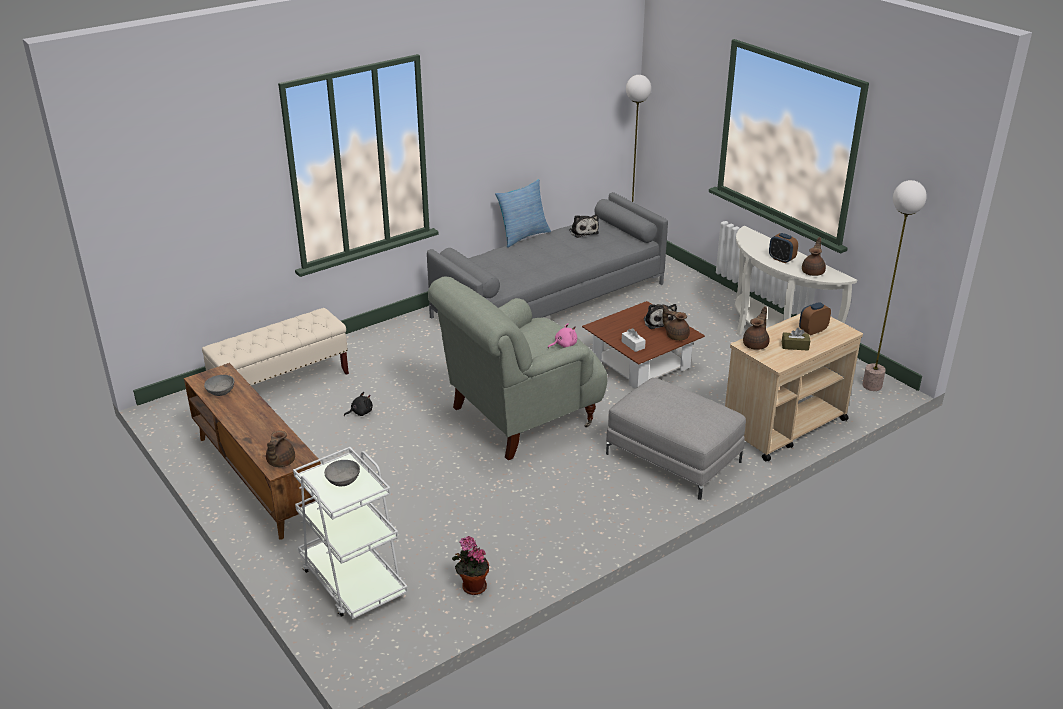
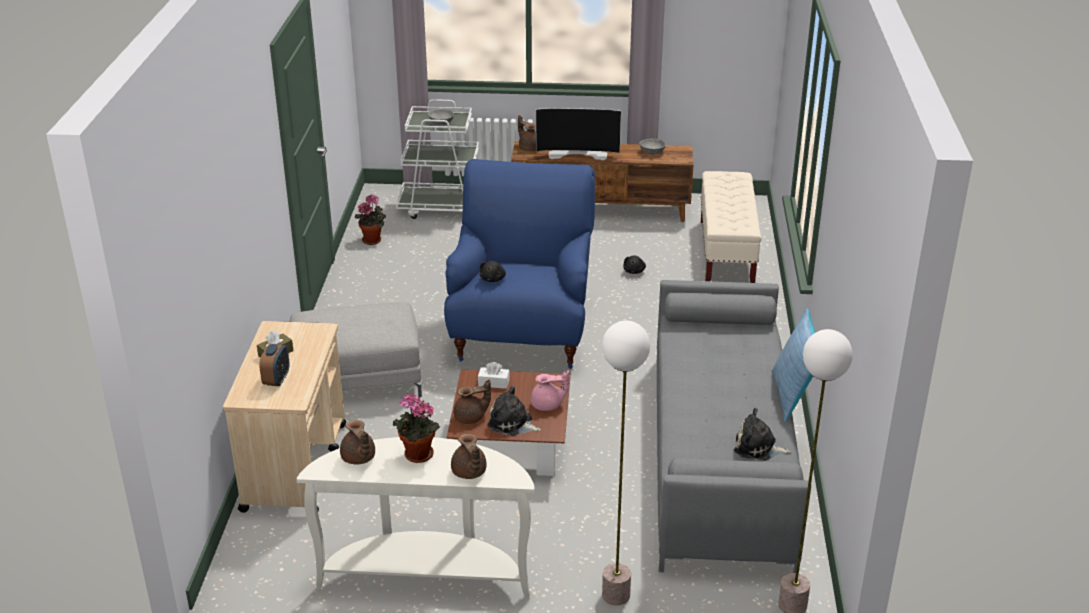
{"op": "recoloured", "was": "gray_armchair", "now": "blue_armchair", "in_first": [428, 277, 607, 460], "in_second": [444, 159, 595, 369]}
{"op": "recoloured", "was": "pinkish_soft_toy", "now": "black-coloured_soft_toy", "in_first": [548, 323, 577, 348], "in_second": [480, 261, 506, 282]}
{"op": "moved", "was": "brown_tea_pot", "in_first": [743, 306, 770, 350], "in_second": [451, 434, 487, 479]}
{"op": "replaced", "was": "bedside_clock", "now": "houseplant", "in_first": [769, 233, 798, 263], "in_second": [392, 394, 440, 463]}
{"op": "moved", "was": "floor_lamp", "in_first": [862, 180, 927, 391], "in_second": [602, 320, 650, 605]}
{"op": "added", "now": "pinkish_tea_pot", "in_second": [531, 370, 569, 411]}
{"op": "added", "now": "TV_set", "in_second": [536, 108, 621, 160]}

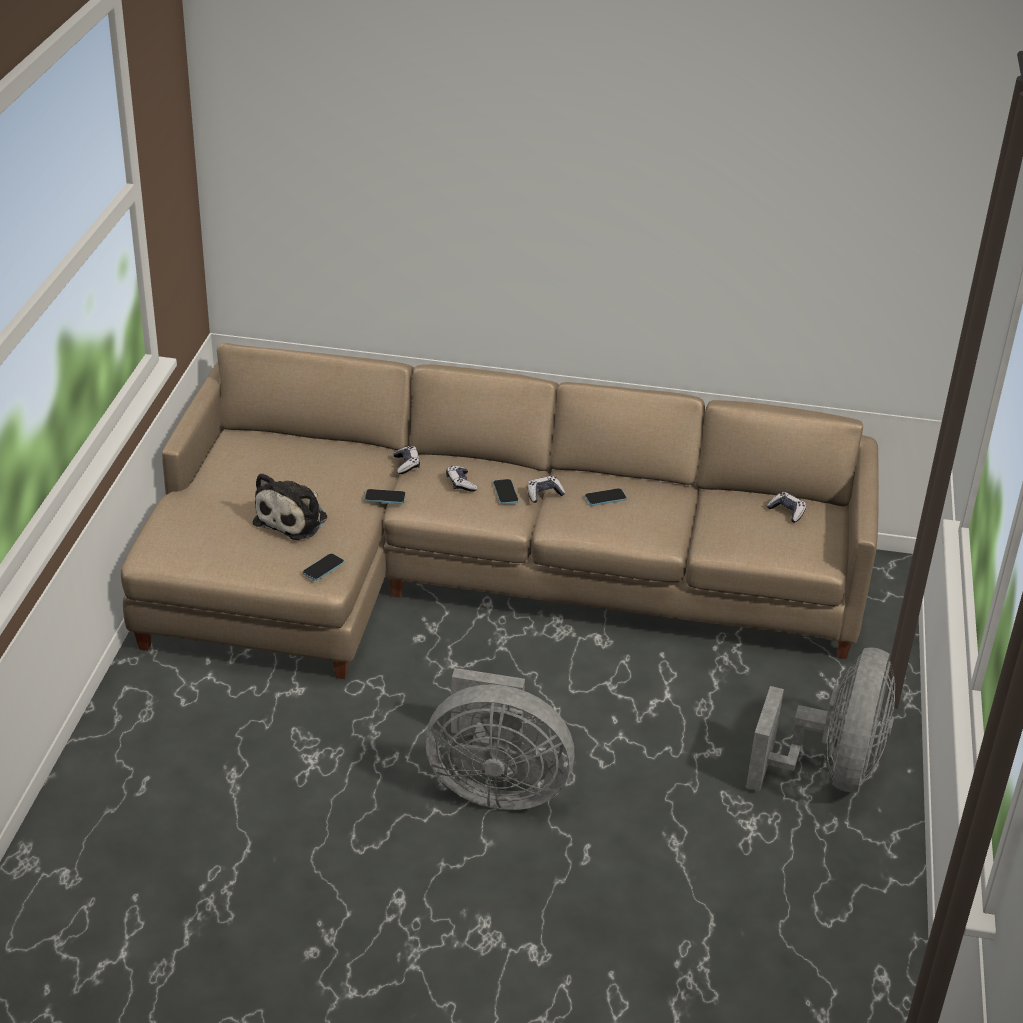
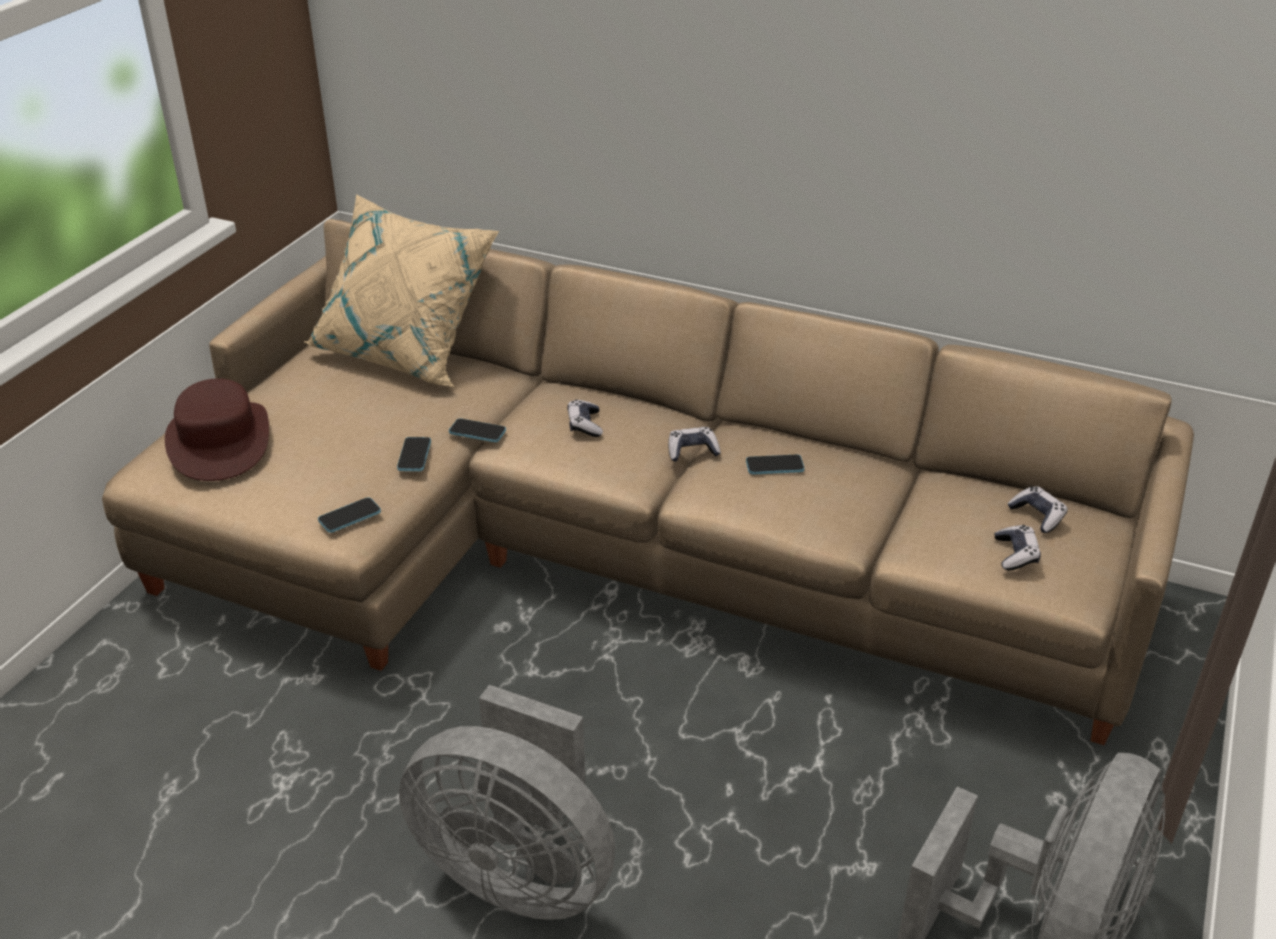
{"op": "removed", "was": "soft_toy", "in_first": [253, 473, 327, 540]}
{"op": "moved", "was": "game_controller", "in_first": [393, 446, 420, 474], "in_second": [995, 525, 1041, 571]}
{"op": "moved", "was": "telephone", "in_first": [493, 479, 519, 504], "in_second": [397, 437, 431, 471]}
{"op": "added", "now": "brown_wearable_hat", "in_second": [165, 378, 269, 481]}
{"op": "added", "now": "sand-coloured_pillow", "in_second": [304, 194, 499, 387]}

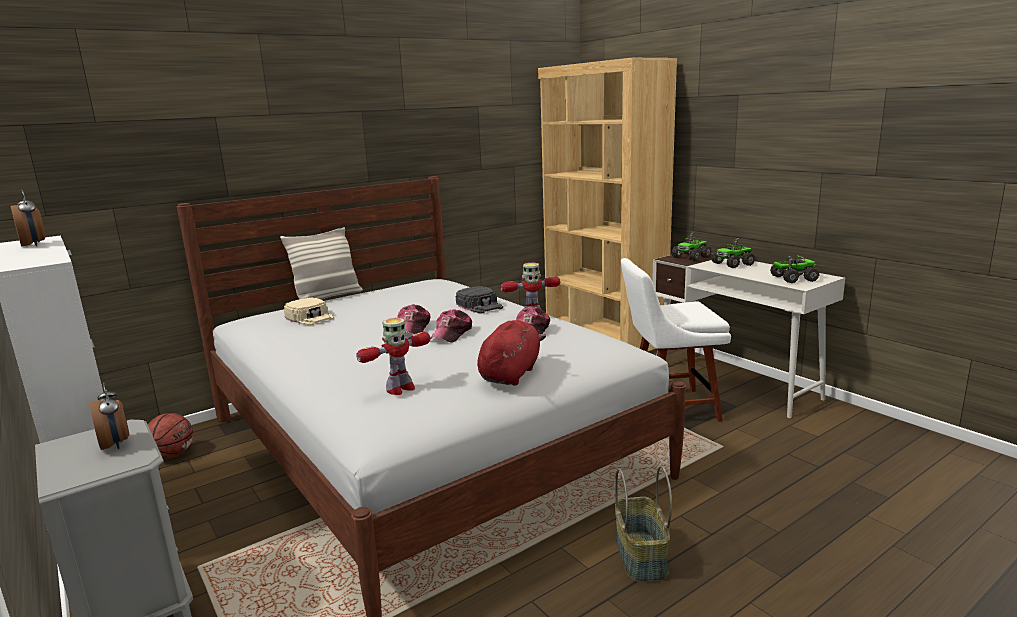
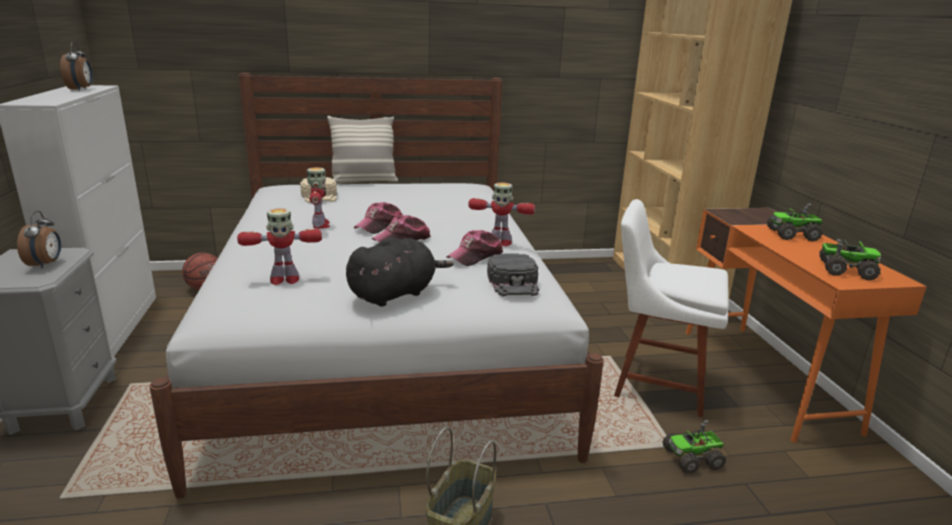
{"op": "moved", "was": "black-coloured_baseball_cap", "in_first": [456, 286, 503, 314], "in_second": [487, 253, 539, 296]}
{"op": "recoloured", "was": "reddish_soft_toy", "now": "black-coloured_soft_toy", "in_first": [477, 320, 546, 386], "in_second": [346, 237, 453, 307]}
{"op": "recoloured", "was": "white-coloured_desk", "now": "orangey_desk", "in_first": [652, 252, 845, 418], "in_second": [686, 208, 927, 443]}
{"op": "moved", "was": "model_truck", "in_first": [672, 232, 711, 261], "in_second": [662, 420, 726, 474]}
{"op": "added", "now": "toy_robot", "in_second": [307, 167, 330, 229]}

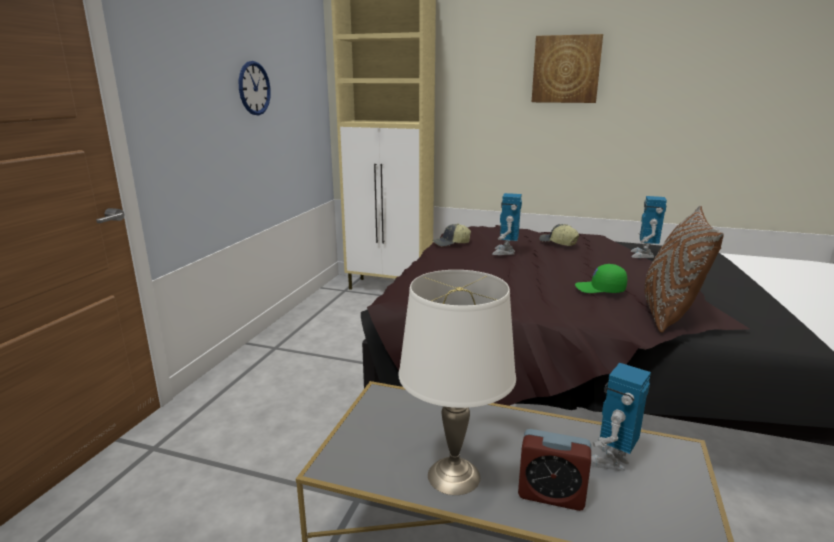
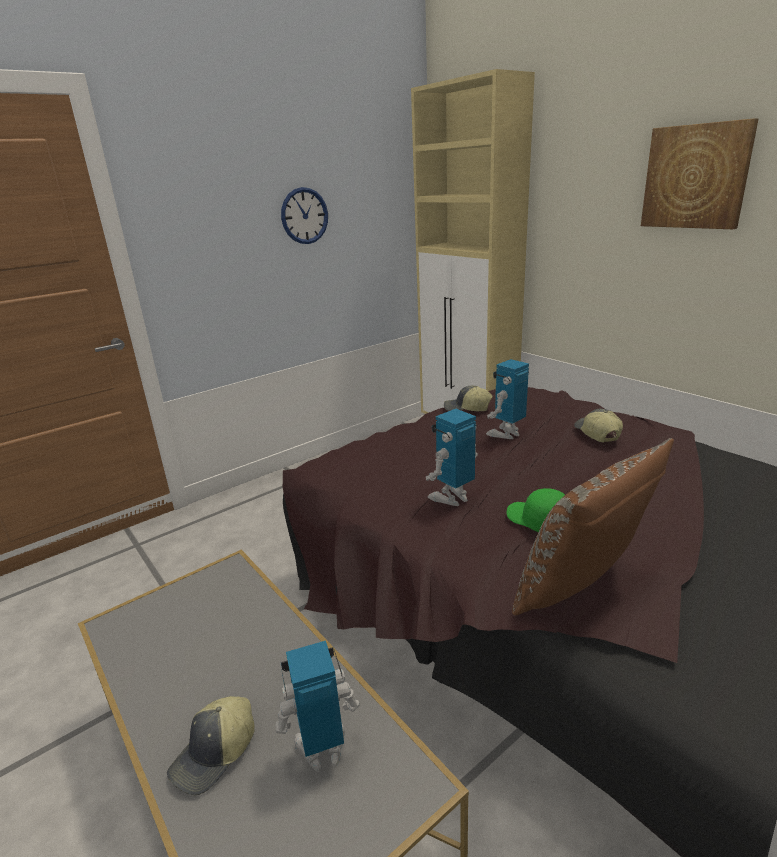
{"op": "removed", "was": "white-coloured_lamp_for_a_table", "in_first": [398, 270, 516, 495]}
{"op": "replaced", "was": "bedside_clock", "now": "baseball_cap", "in_first": [518, 429, 591, 511], "in_second": [167, 696, 255, 795]}
{"op": "moved", "was": "toy_robot", "in_first": [630, 196, 667, 258], "in_second": [426, 409, 478, 506]}

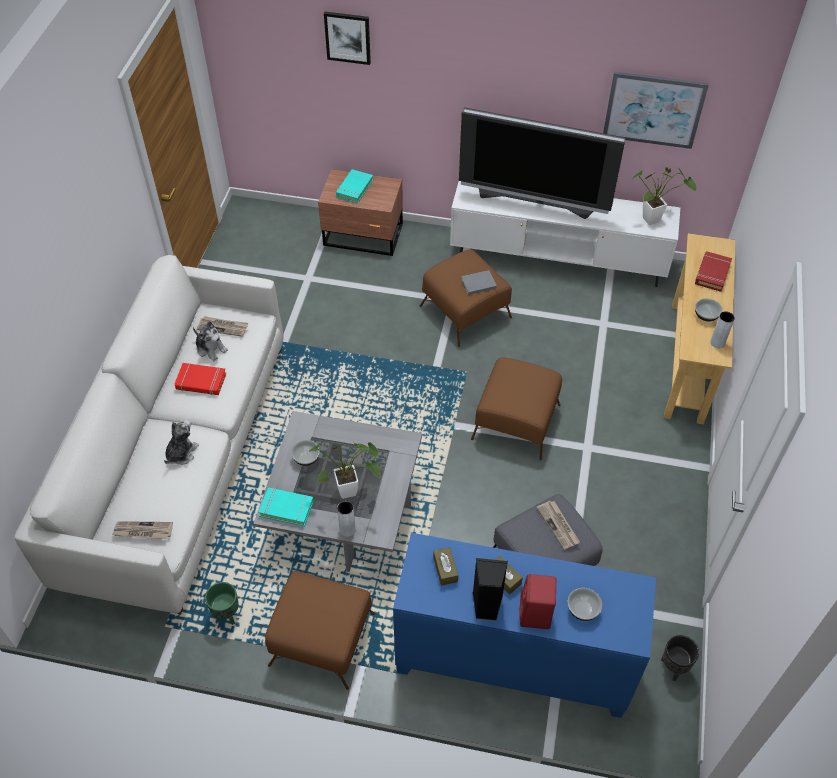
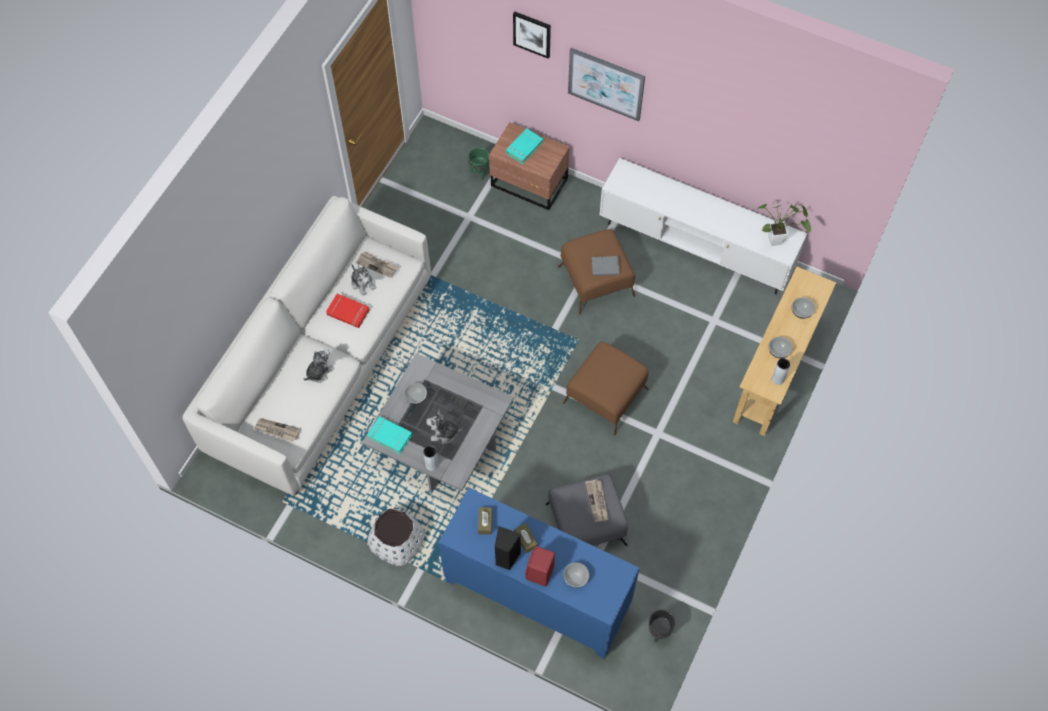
{"op": "moved", "was": "green_flower_pot", "in_first": [205, 582, 239, 625], "in_second": [468, 148, 489, 180]}
{"op": "replaced", "was": "brown_footrest", "now": "white-coloured_flower_pot", "in_first": [265, 571, 375, 690], "in_second": [367, 509, 425, 566]}
{"op": "replaced", "was": "houseplant", "now": "soft_toy", "in_first": [308, 442, 381, 499], "in_second": [426, 409, 463, 444]}
{"op": "removed", "was": "TV_set", "in_first": [459, 107, 626, 219]}
{"op": "moved", "was": "wall_art", "in_first": [603, 72, 709, 149], "in_second": [568, 48, 645, 122]}
{"op": "replaced", "was": "reddish_bound_book", "now": "deep_dish", "in_first": [695, 251, 732, 292], "in_second": [792, 297, 815, 319]}

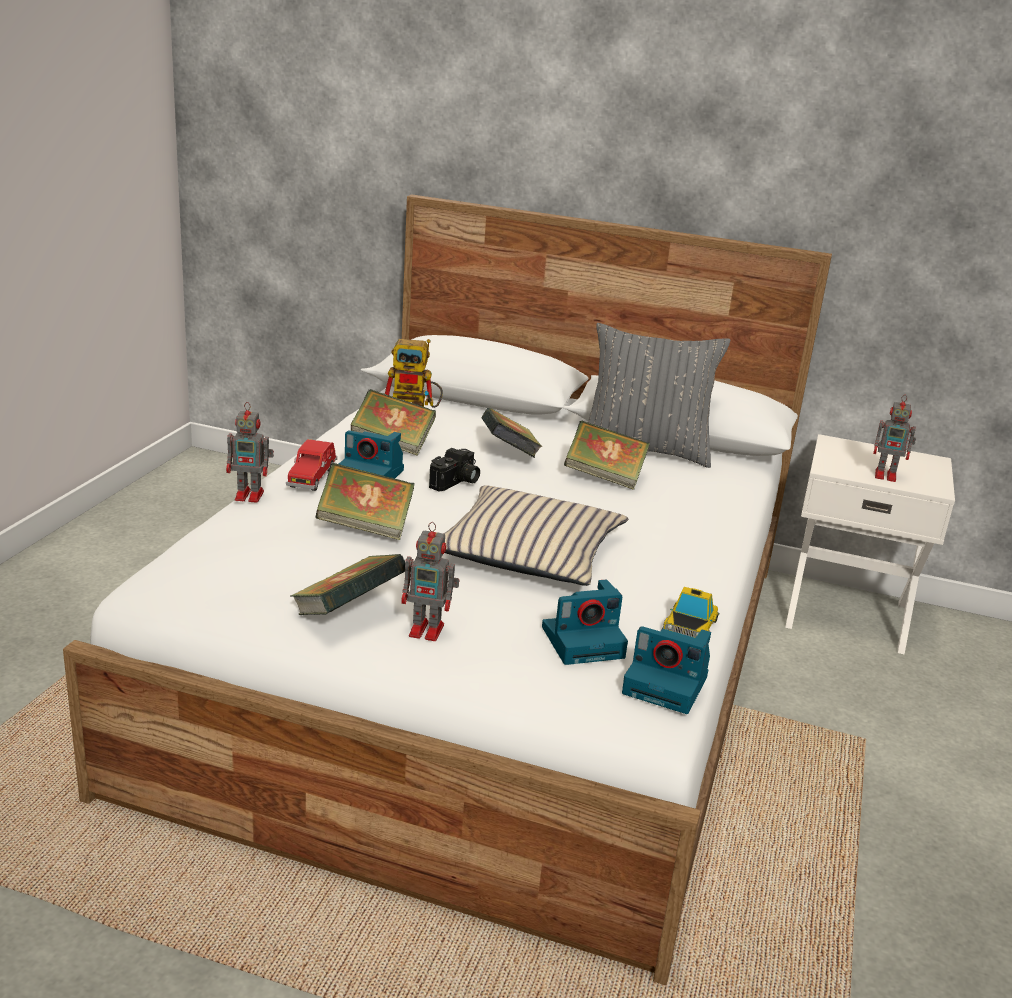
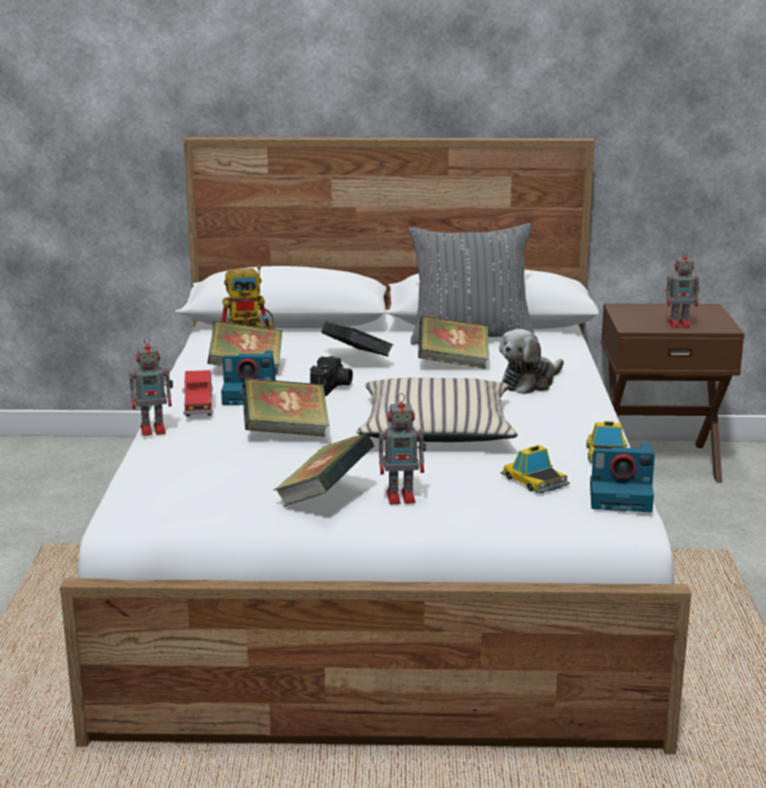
{"op": "replaced", "was": "still_camera", "now": "toy_car", "in_first": [542, 579, 628, 665], "in_second": [501, 445, 570, 494]}
{"op": "recoloured", "was": "white-coloured_night_table", "now": "brown_night_table", "in_first": [785, 434, 955, 654], "in_second": [601, 303, 745, 483]}
{"op": "added", "now": "soft_toy", "in_second": [499, 329, 564, 394]}

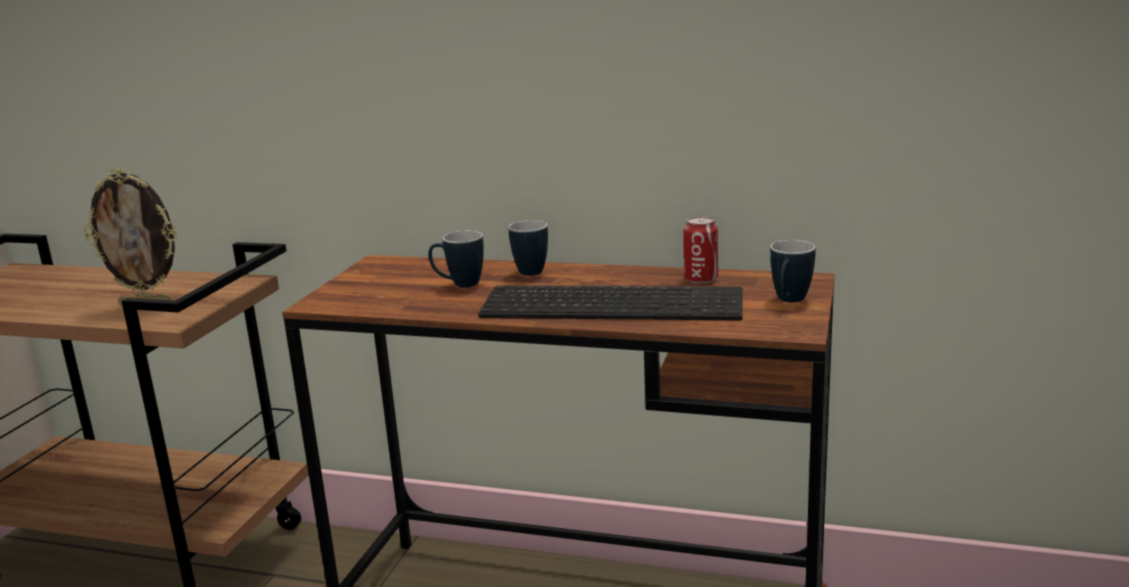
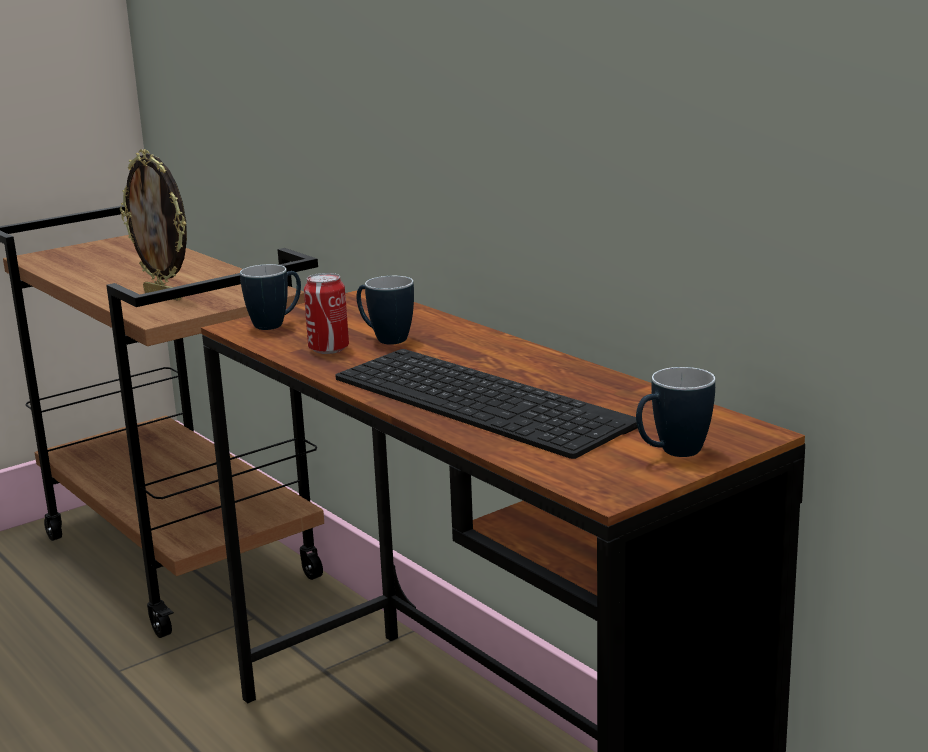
{"op": "moved", "was": "coffee_mug", "in_first": [508, 220, 548, 276], "in_second": [240, 264, 301, 330]}
{"op": "moved", "was": "can", "in_first": [683, 216, 718, 284], "in_second": [304, 273, 349, 354]}

